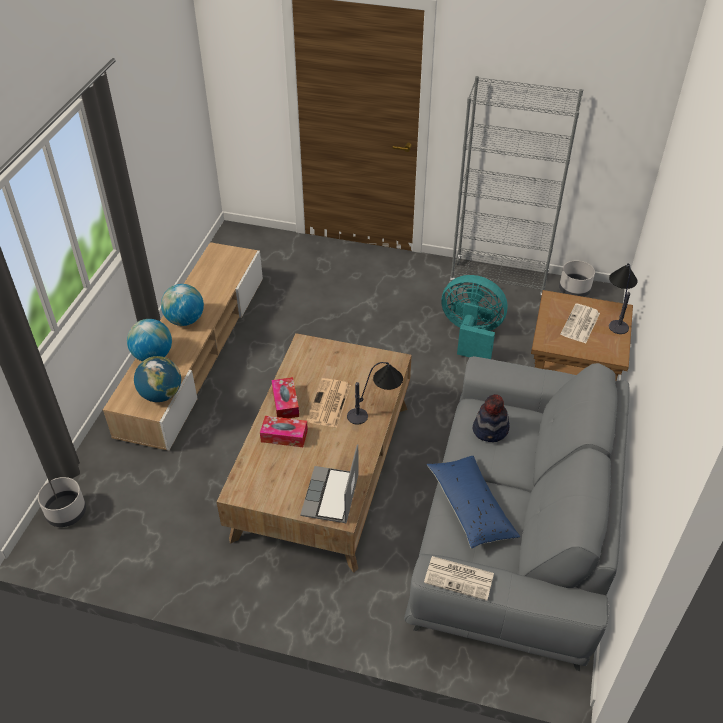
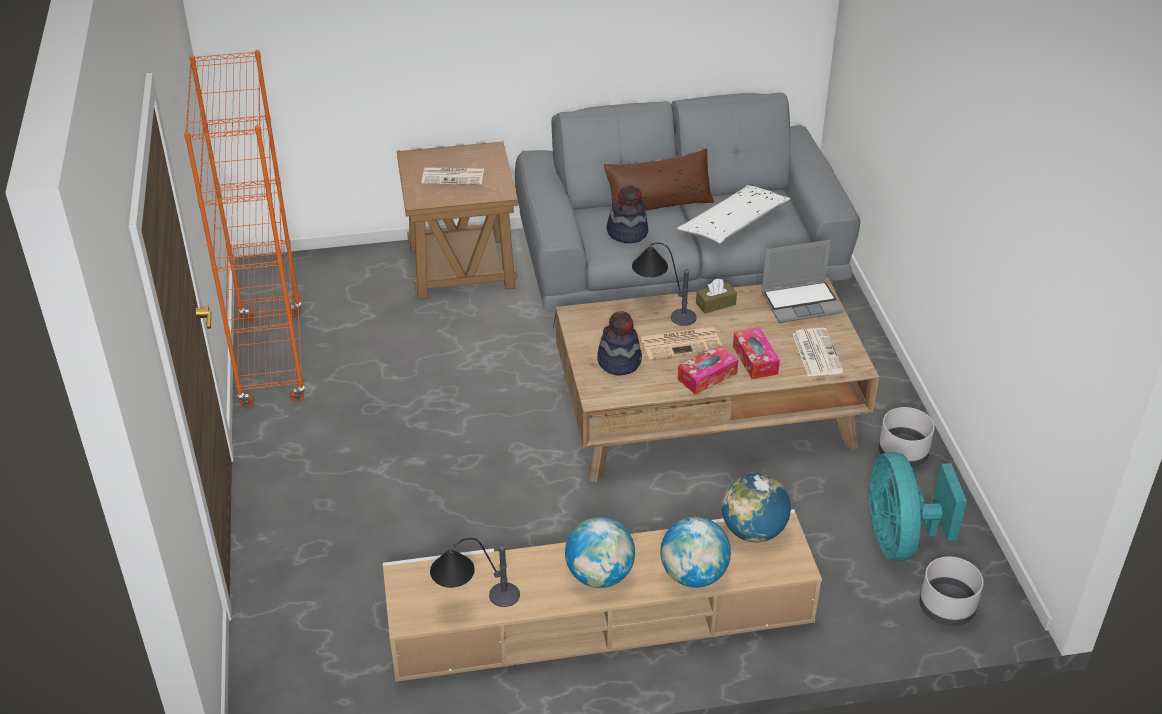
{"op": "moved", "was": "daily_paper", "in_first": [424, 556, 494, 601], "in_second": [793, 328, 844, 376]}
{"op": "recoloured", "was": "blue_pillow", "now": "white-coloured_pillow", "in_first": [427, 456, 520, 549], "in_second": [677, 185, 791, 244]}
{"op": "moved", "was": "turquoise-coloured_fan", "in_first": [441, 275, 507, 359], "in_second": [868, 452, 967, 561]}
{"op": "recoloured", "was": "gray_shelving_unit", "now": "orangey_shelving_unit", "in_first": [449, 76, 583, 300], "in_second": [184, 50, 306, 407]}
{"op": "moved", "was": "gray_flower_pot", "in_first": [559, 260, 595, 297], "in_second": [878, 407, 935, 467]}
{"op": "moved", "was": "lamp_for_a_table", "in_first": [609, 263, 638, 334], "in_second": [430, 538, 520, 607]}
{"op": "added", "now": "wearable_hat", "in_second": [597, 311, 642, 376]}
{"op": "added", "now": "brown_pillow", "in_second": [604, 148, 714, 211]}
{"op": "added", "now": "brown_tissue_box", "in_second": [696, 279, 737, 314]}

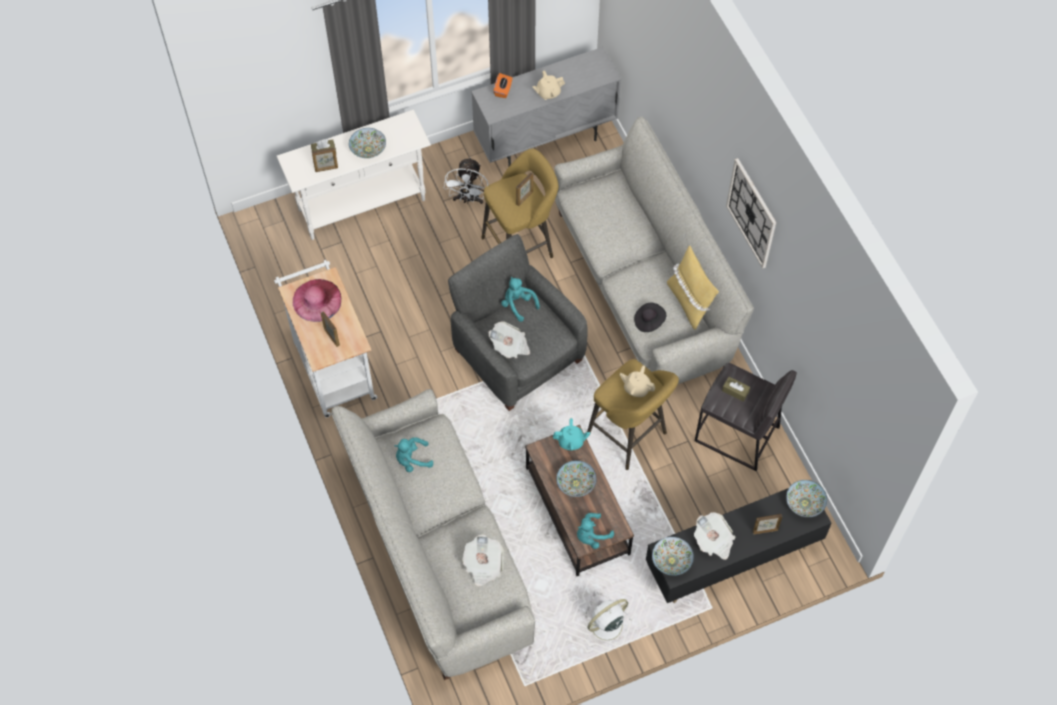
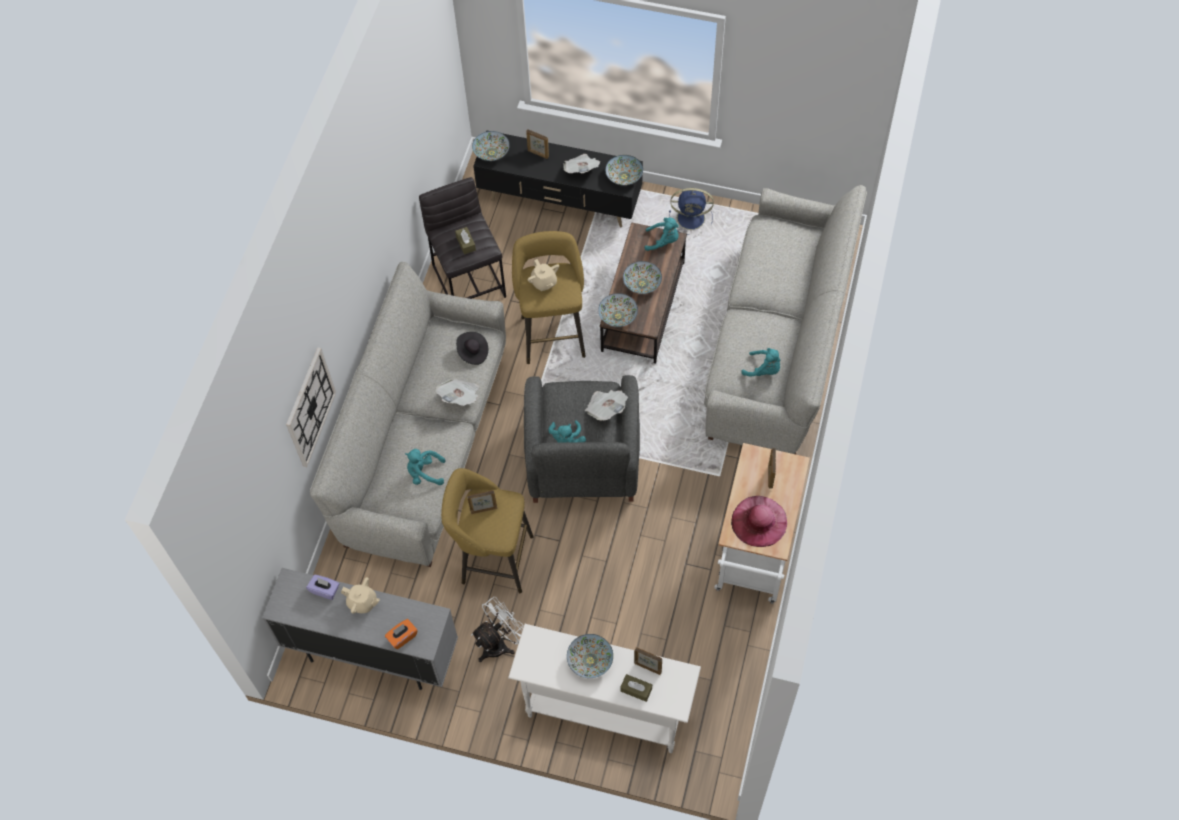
{"op": "moved", "was": "daily_paper", "in_first": [462, 534, 504, 586], "in_second": [436, 378, 479, 406]}
{"op": "replaced", "was": "turquoise-coloured_tea_pot", "now": "deep_dish", "in_first": [553, 418, 590, 451], "in_second": [598, 293, 638, 327]}
{"op": "recoloured", "was": "white-coloured_fan", "now": "blue_fan", "in_first": [583, 599, 632, 646], "in_second": [669, 188, 714, 235]}
{"op": "removed", "was": "yellow-coloured_pillow", "in_first": [667, 246, 719, 330]}
{"op": "moved", "was": "wall_clock", "in_first": [726, 158, 776, 269], "in_second": [286, 347, 336, 467]}
{"op": "added", "now": "purple-coloured_tissue_box", "in_second": [306, 575, 339, 600]}
{"op": "added", "now": "turquoise-coloured_soft_toy", "in_second": [405, 449, 446, 485]}

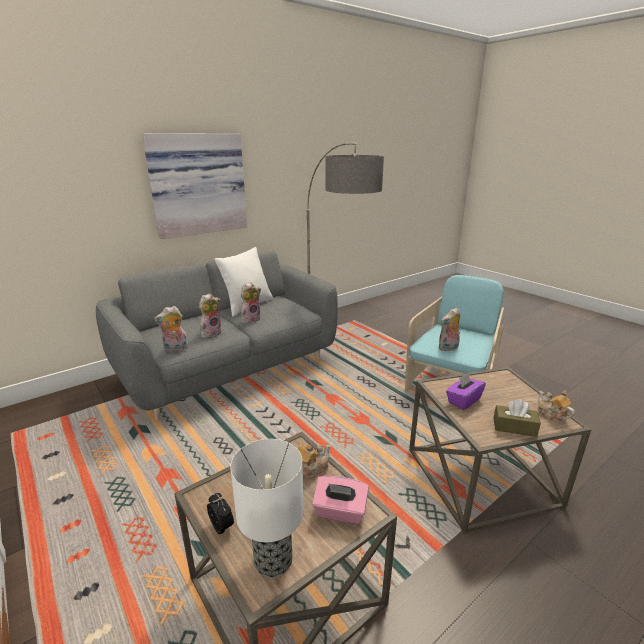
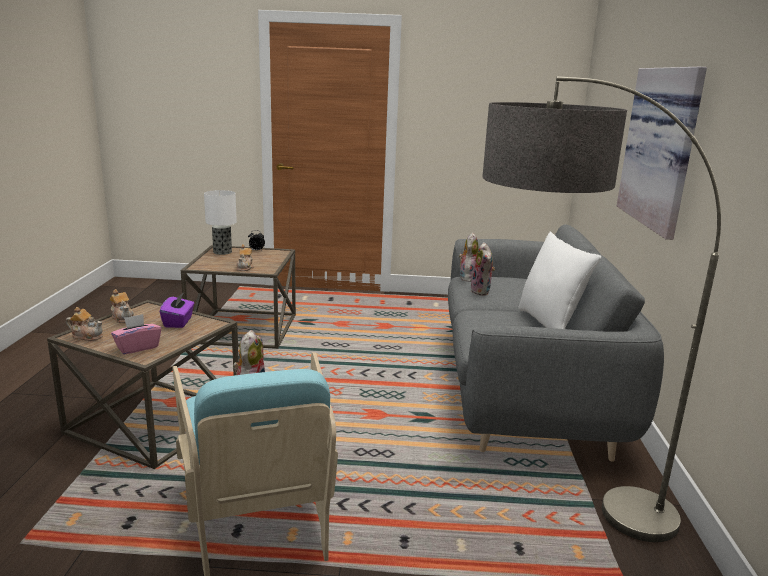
{"op": "removed", "was": "soft_toy", "in_first": [241, 282, 261, 323]}
{"op": "moved", "was": "pinkish_tissue_box", "in_first": [312, 476, 369, 525], "in_second": [111, 314, 161, 354]}
{"op": "replaced", "was": "brown_tissue_box", "now": "tea_pot", "in_first": [493, 399, 541, 437], "in_second": [109, 289, 134, 323]}

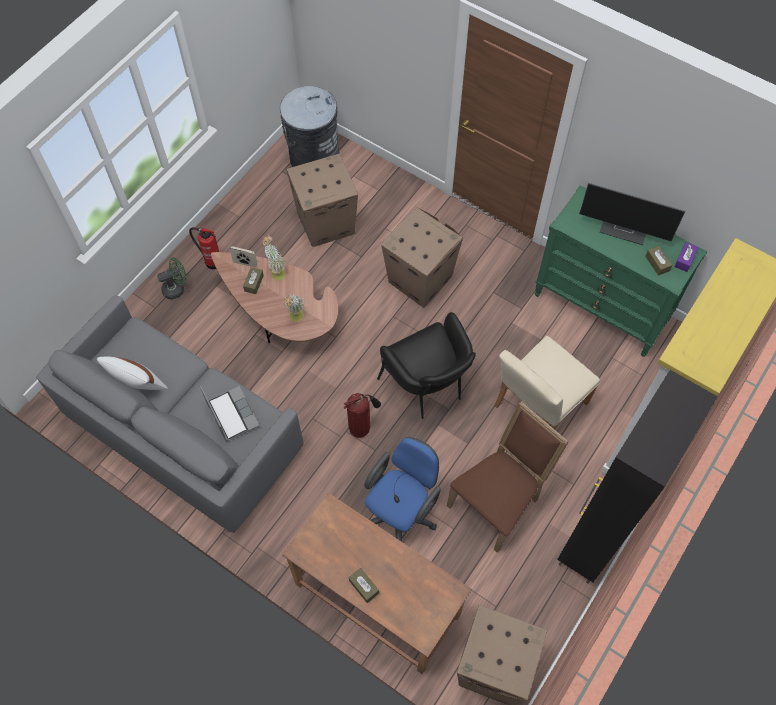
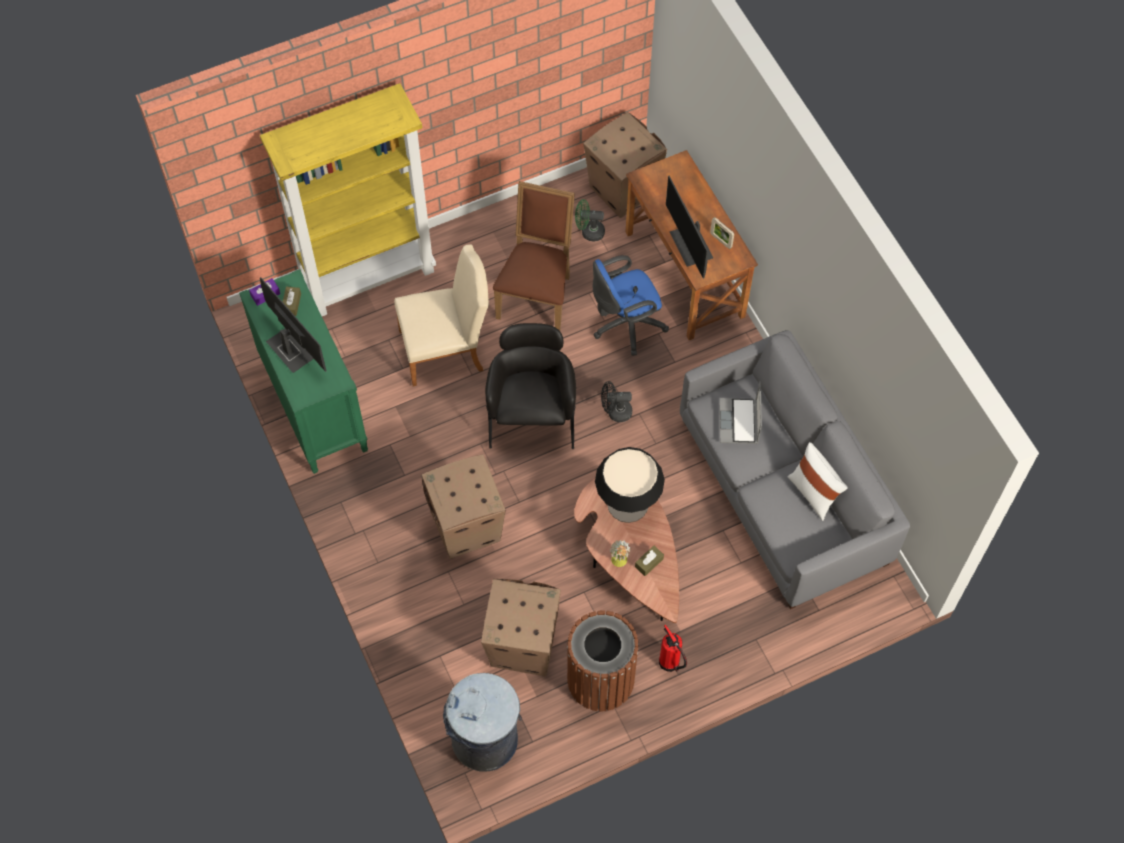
{"op": "moved", "was": "green_fan", "in_first": [157, 257, 186, 299], "in_second": [575, 199, 605, 241]}
{"op": "moved", "was": "standing_frame", "in_first": [230, 246, 257, 267], "in_second": [710, 217, 734, 249]}
{"op": "replaced", "was": "houseplant", "now": "lamp_for_a_table", "in_first": [282, 295, 304, 321], "in_second": [595, 447, 665, 523]}
{"op": "replaced", "was": "fire-fighting_cylinder", "now": "black-coloured_fan", "in_first": [344, 393, 381, 438], "in_second": [601, 381, 632, 422]}
{"op": "removed", "was": "brown_tissue_box", "in_first": [349, 568, 379, 603]}
{"op": "turned", "was": "brown_chair", "in_first": [447, 401, 569, 553], "in_second": [493, 181, 575, 331], "clockwise": 120}
{"op": "removed", "was": "black-coloured_cupboard", "in_first": [557, 370, 718, 584]}
{"op": "added", "now": "brown_trash_can", "in_second": [567, 610, 639, 711]}
{"op": "added", "now": "computer_display", "in_second": [666, 176, 713, 279]}

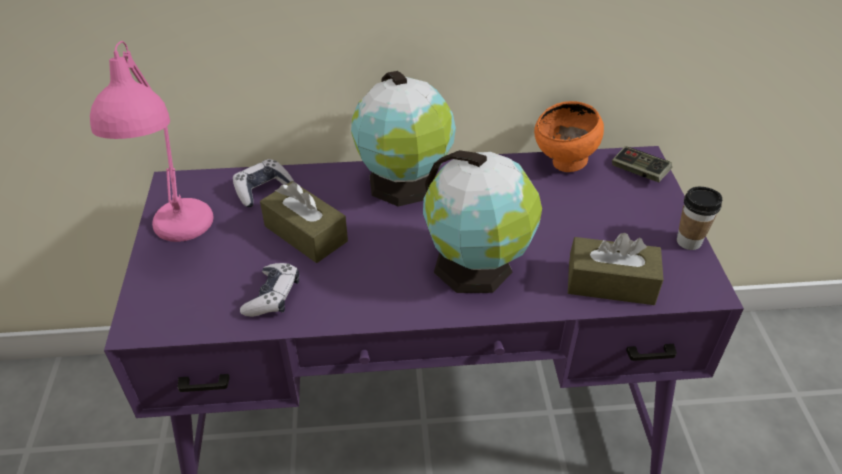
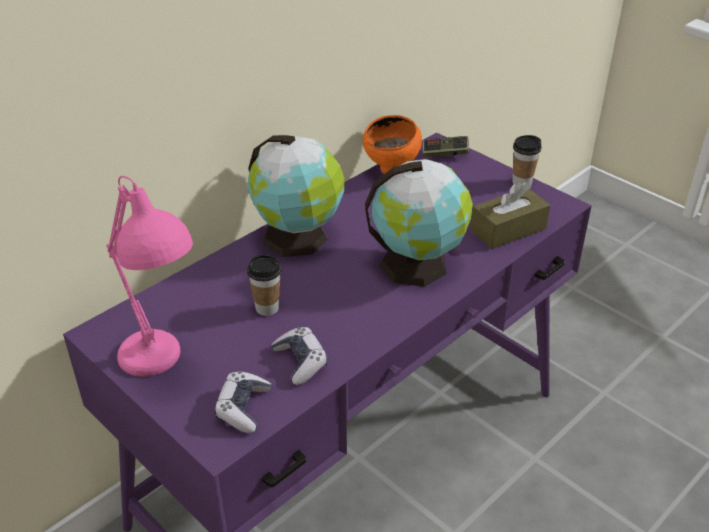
{"op": "moved", "was": "game_controller", "in_first": [233, 159, 294, 207], "in_second": [214, 371, 271, 433]}
{"op": "replaced", "was": "brown_tissue_box", "now": "small_cup", "in_first": [260, 181, 348, 263], "in_second": [247, 254, 281, 316]}

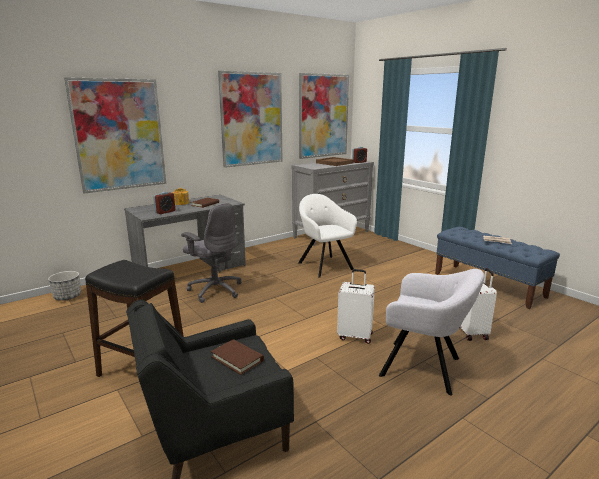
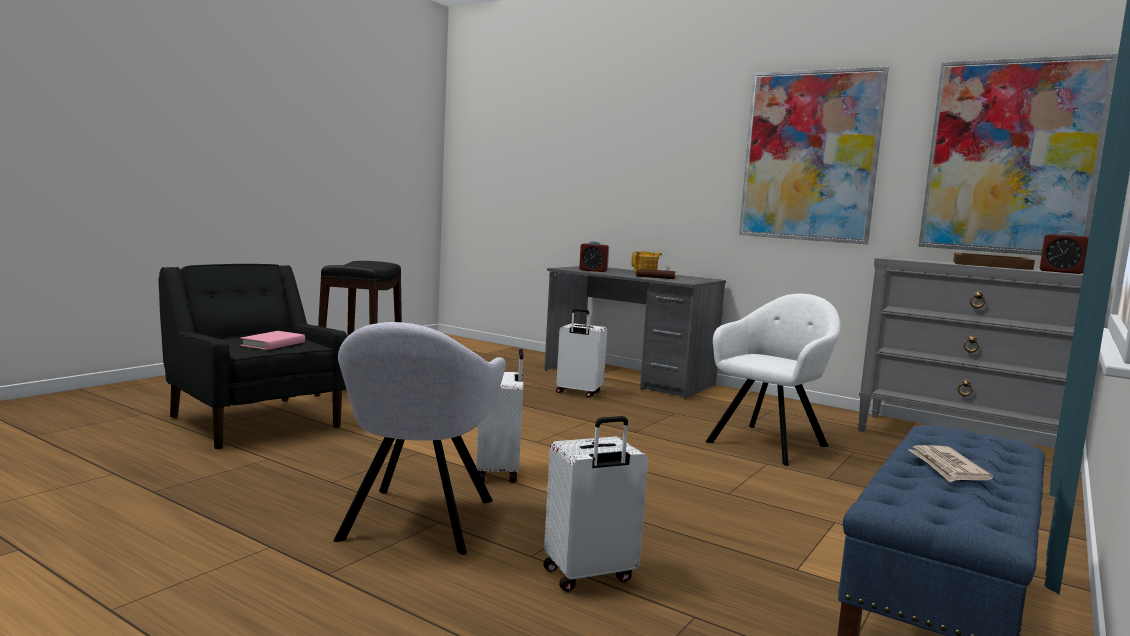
{"op": "removed", "was": "flower_pot", "in_first": [48, 271, 81, 301]}
{"op": "removed", "was": "wall_art", "in_first": [64, 77, 166, 193]}
{"op": "replaced", "was": "gray_desk_chair", "now": "white-coloured_suitcase", "in_first": [181, 203, 241, 303], "in_second": [556, 308, 607, 398]}
{"op": "recoloured", "was": "brown_bound_book", "now": "pinkish_bound_book", "in_first": [211, 339, 264, 375], "in_second": [240, 331, 305, 350]}

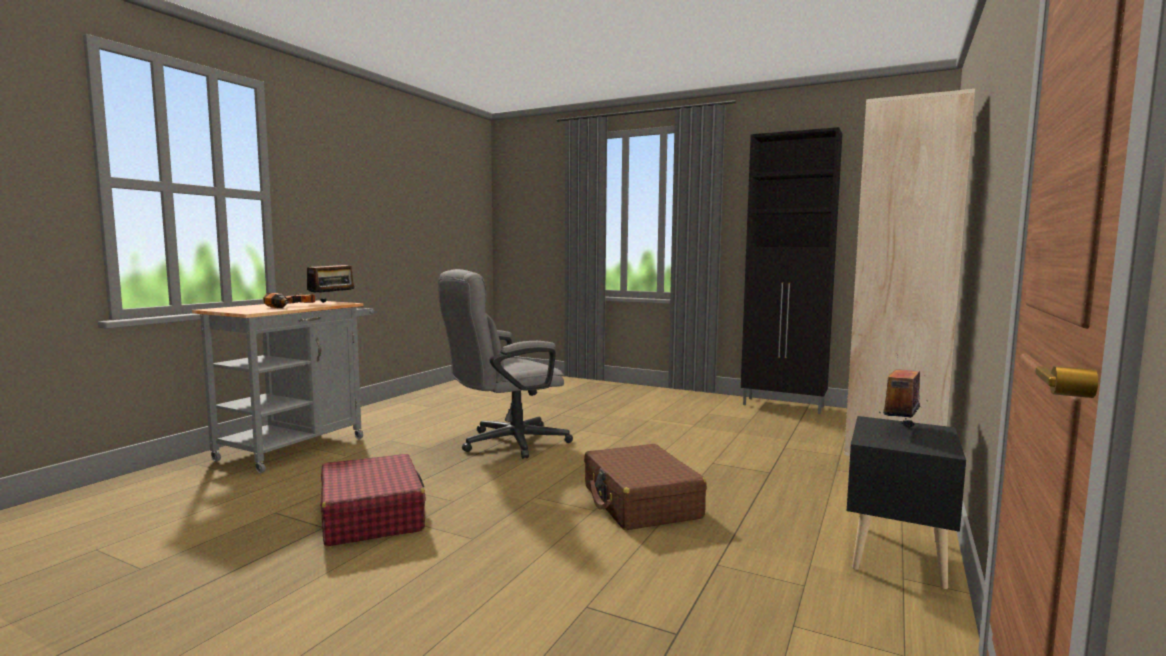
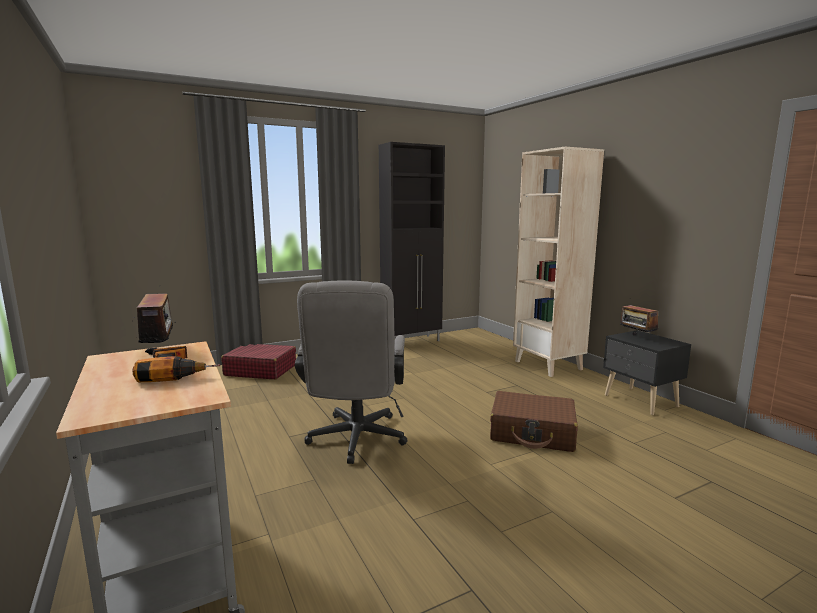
{"op": "moved", "was": "reddish_suitcase", "in_first": [320, 454, 426, 546], "in_second": [221, 344, 296, 379]}

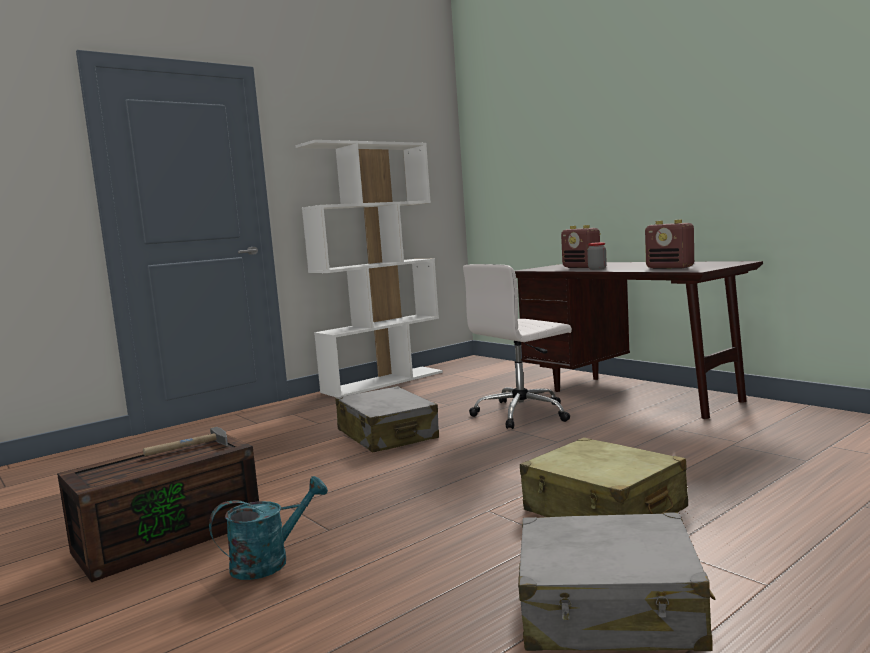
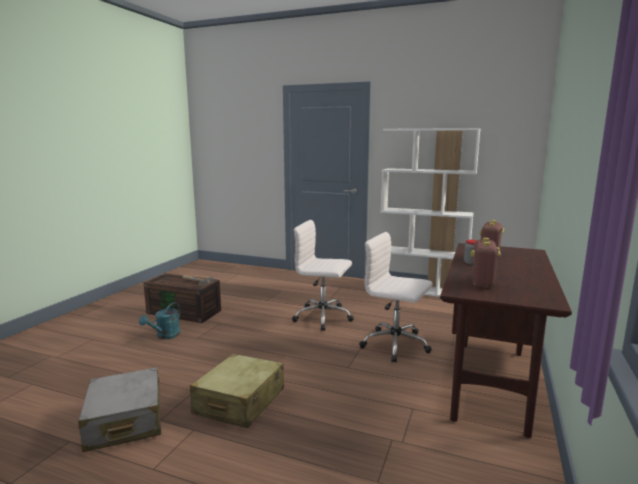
{"op": "turned", "was": "turquoise-coloured_watering_pot", "in_first": [209, 476, 328, 580], "in_second": [139, 302, 181, 339], "clockwise": 90}
{"op": "replaced", "was": "gray_suitcase", "now": "white-coloured_desk_chair", "in_first": [335, 386, 439, 453], "in_second": [292, 220, 354, 331]}

